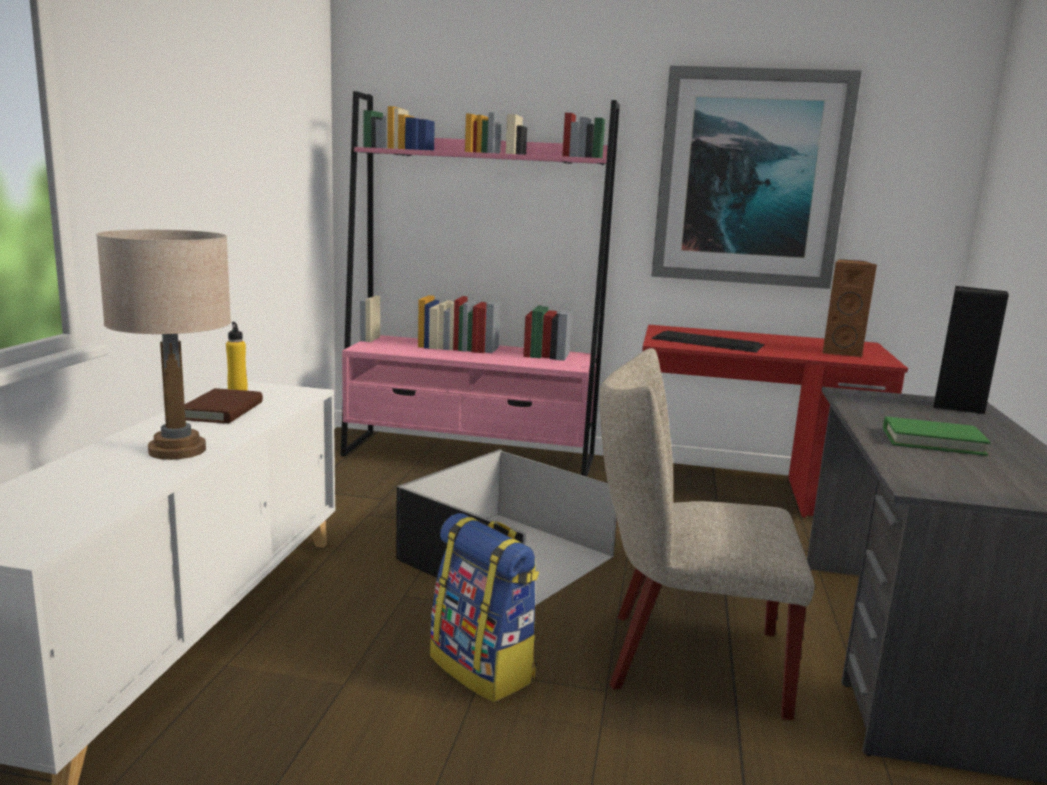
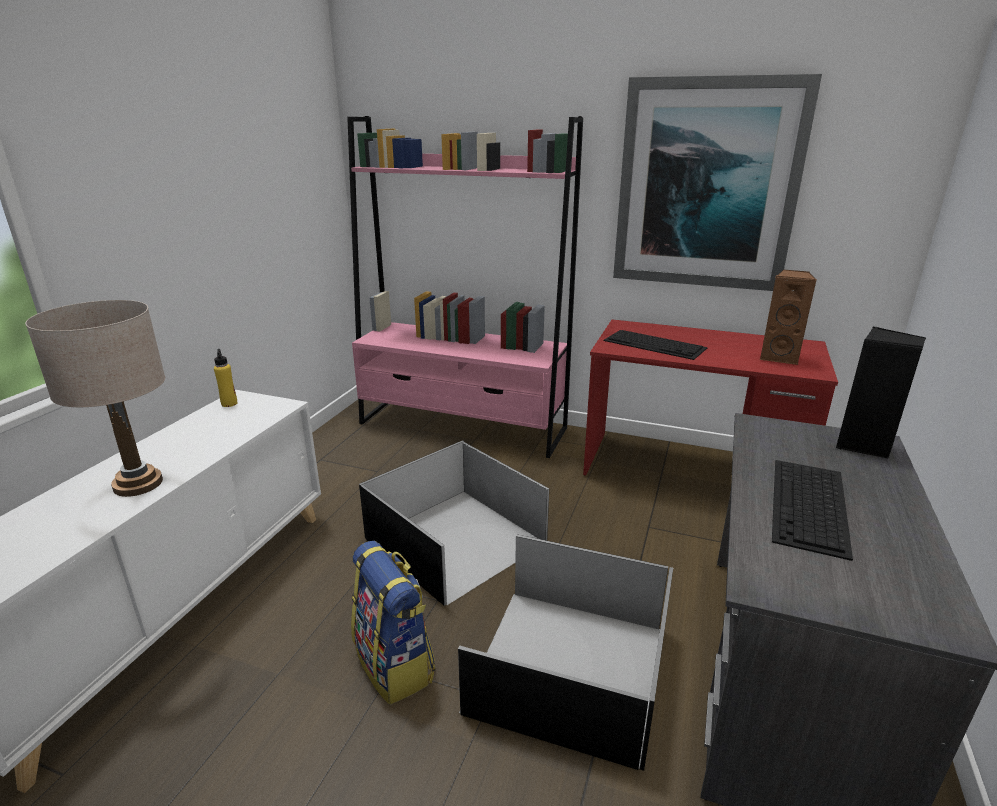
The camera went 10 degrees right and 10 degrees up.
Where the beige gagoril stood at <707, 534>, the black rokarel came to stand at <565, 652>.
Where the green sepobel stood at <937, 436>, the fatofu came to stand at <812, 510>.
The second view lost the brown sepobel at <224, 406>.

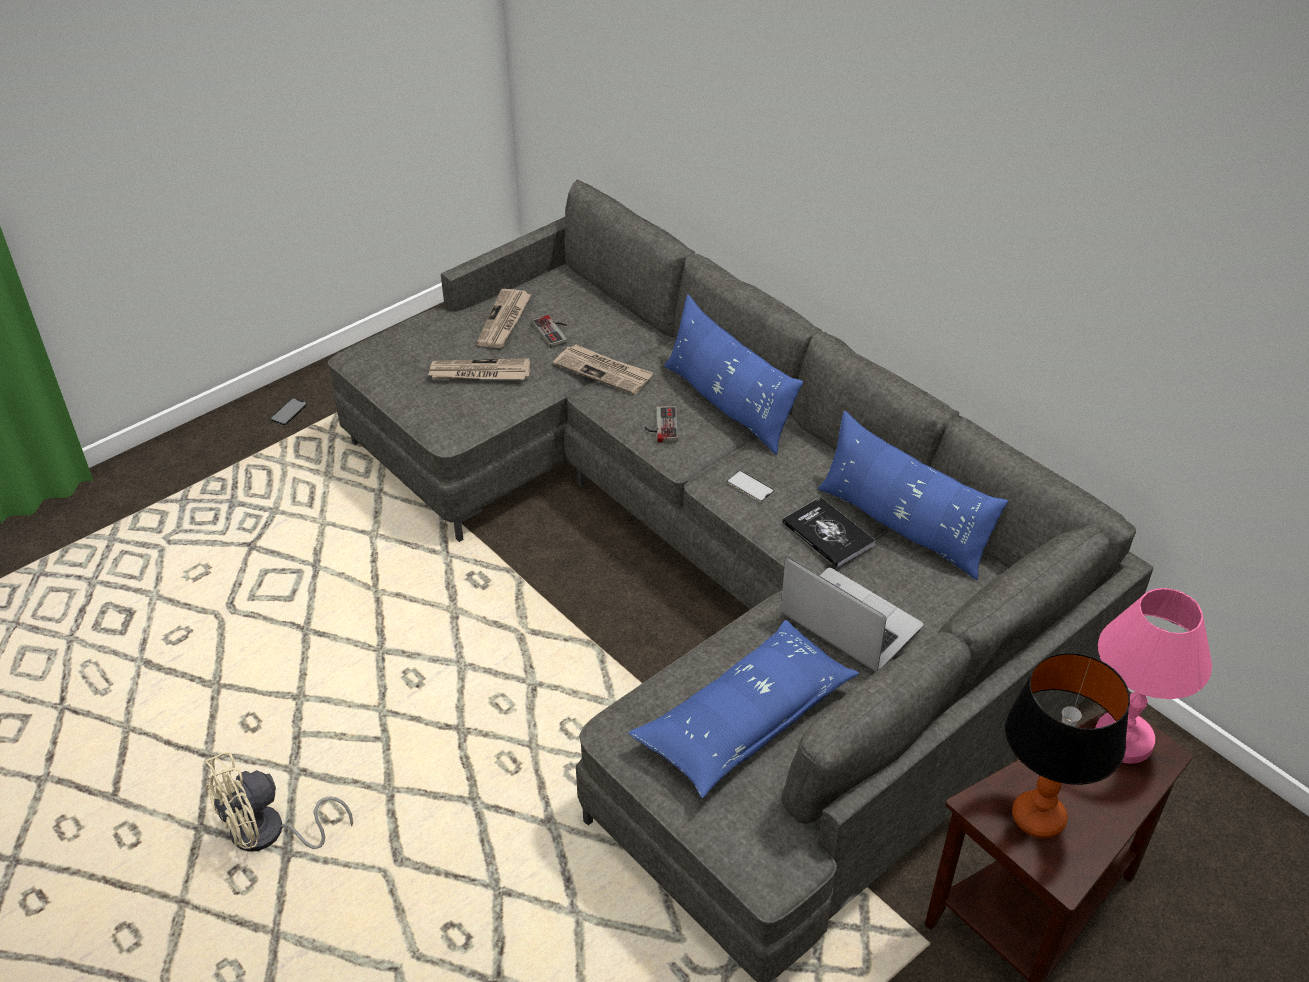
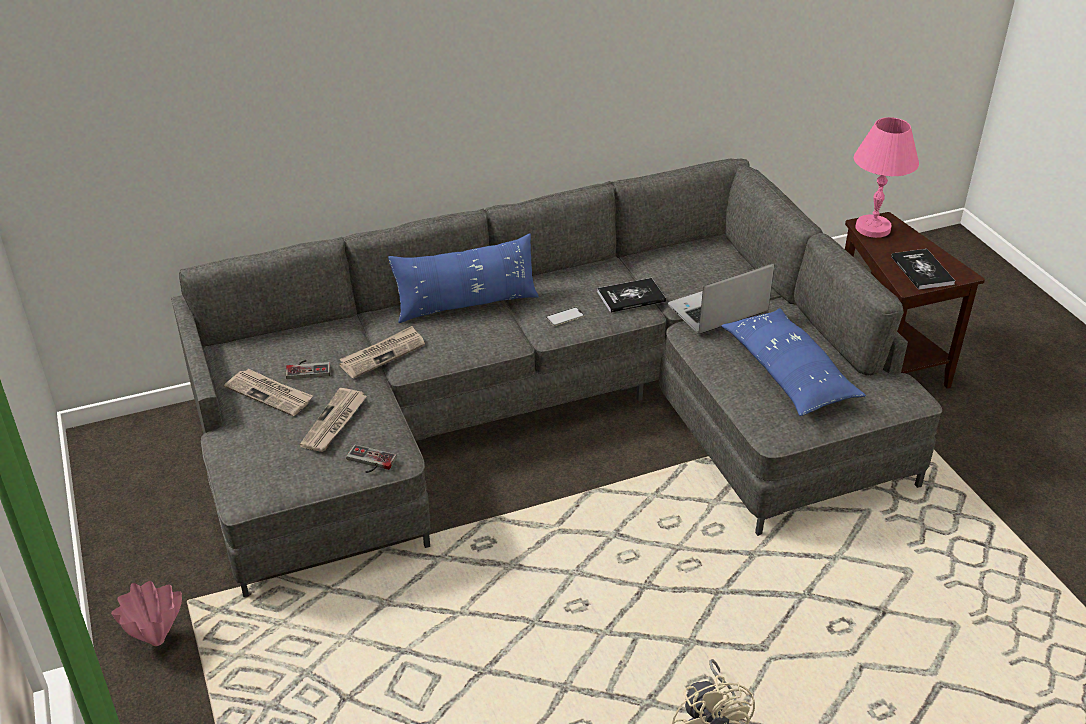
The camera went 70 degrees left and 5 degrees down.
Where the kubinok stood at <289, 411>, the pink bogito came to stand at <146, 613>.
The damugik ended up elsewhere, having gone from <661, 424> to <371, 459>.
Where the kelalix stood at <1067, 745>, the sepobel came to stand at <923, 269>.
The second view lost the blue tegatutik at <913, 495>.

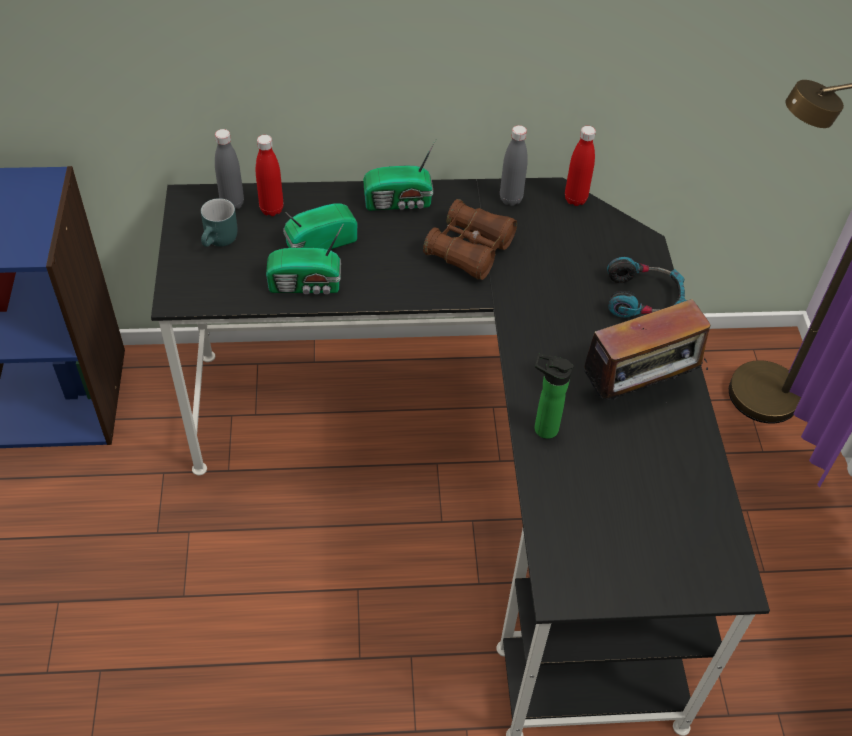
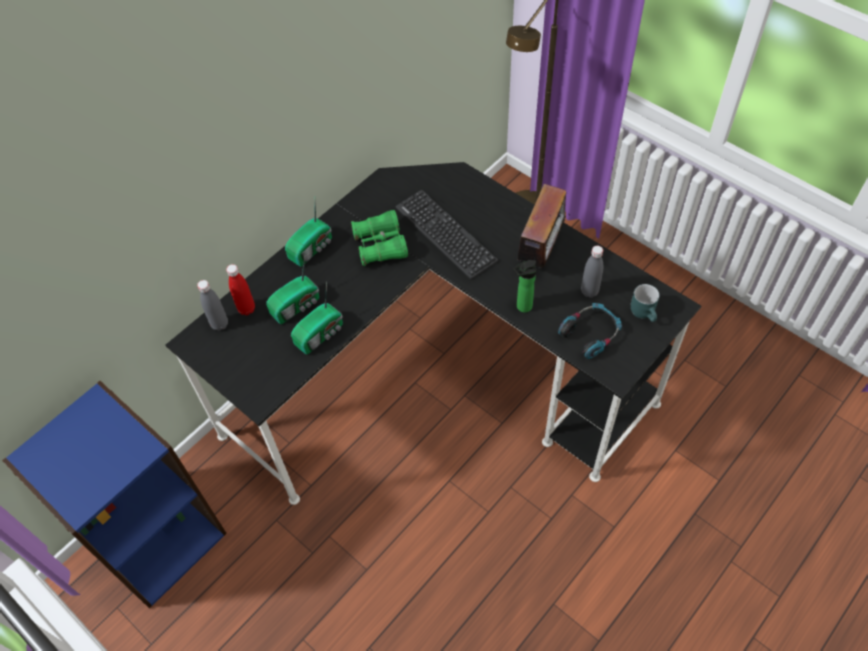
The camera went 40 degrees left and 5 degrees up.
The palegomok at <320, 226> ended up facing another way, 150 degrees counterclockwise from before.
What was the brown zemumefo at <470, 239> turned into the green zemumefo at <379, 238>.
The second view gained the fatofu at <447, 234>.
The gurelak ended up elsewhere, having gone from <647, 287> to <590, 331>.
The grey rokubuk ended up elsewhere, having gone from <514, 165> to <592, 272>.
The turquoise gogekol ended up elsewhere, having gone from <219, 222> to <645, 303>.
The second view lost the red rokubuk at <580, 166>.

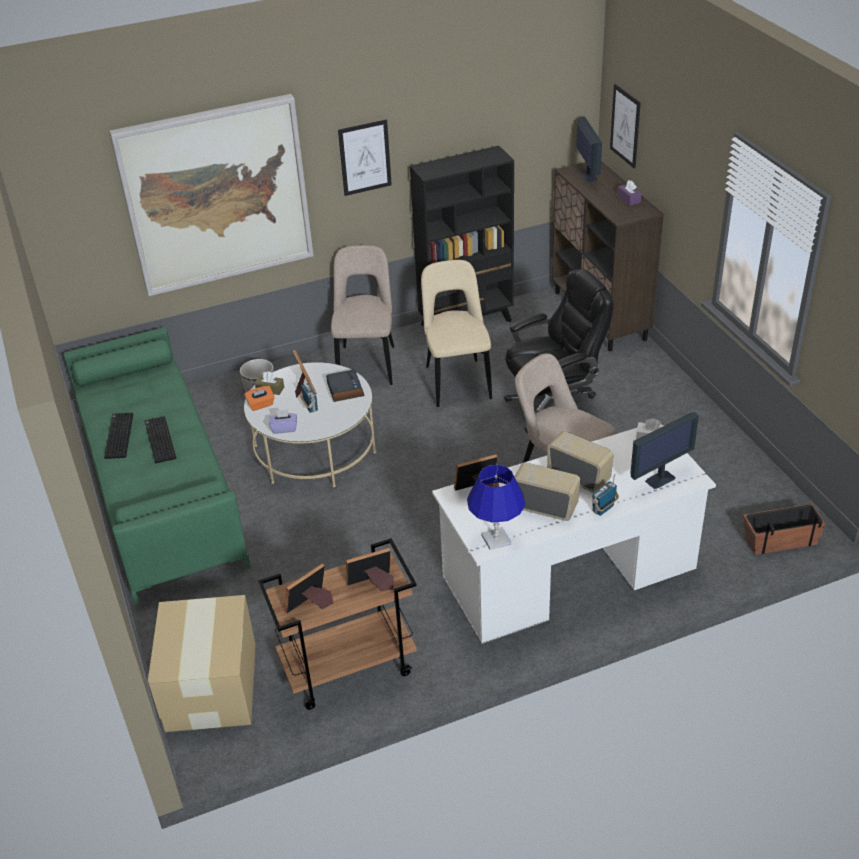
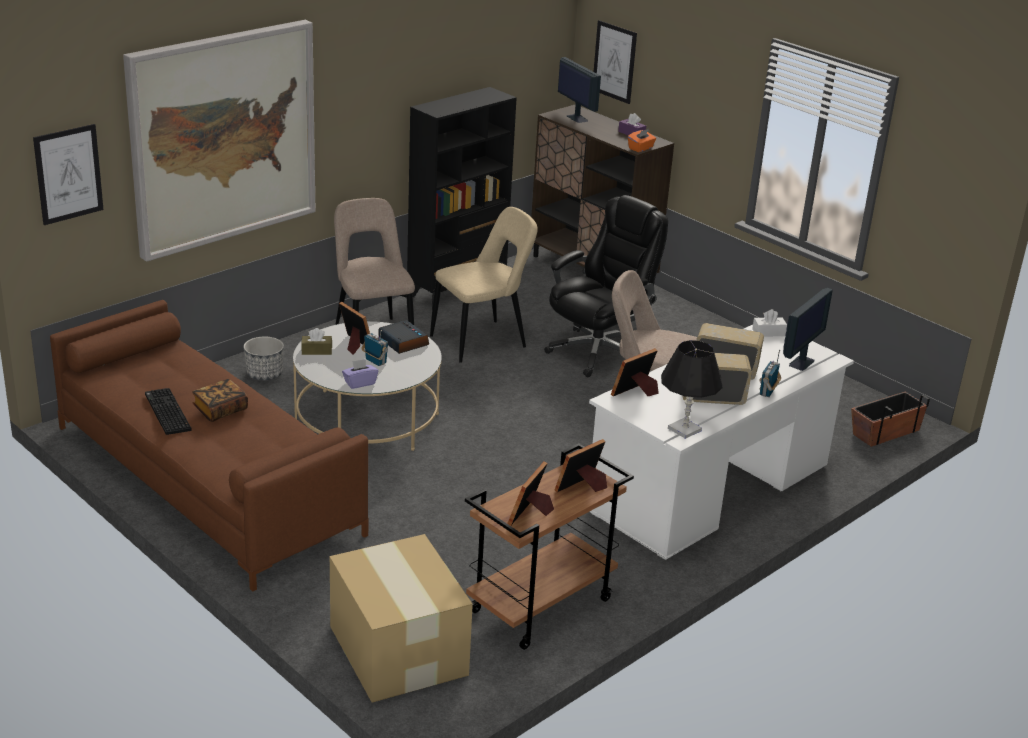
The camera went 25 degrees left and 10 degrees down.
The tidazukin ended up elsewhere, having gone from <365, 157> to <68, 174>.
What was the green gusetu at <157, 465> turned into the brown gusetu at <209, 446>.
Where the fatofu stood at <160, 439>, the sepobel came to stand at <220, 400>.
The beige gagoril at <456, 333> ended up facing another way, 90 degrees clockwise from before.
The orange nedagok ended up elsewhere, having gone from <259, 398> to <642, 140>.
What was the blue kelalix at <496, 507> turned into the black kelalix at <691, 389>.

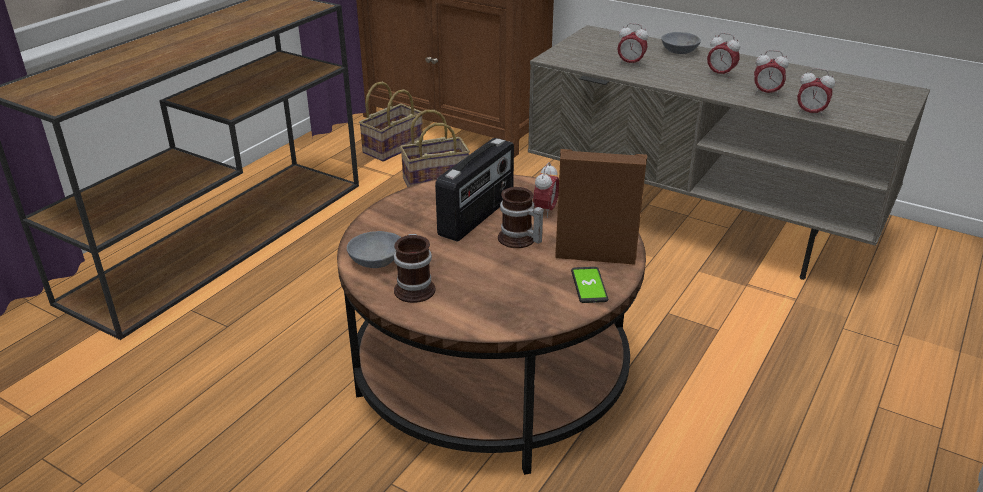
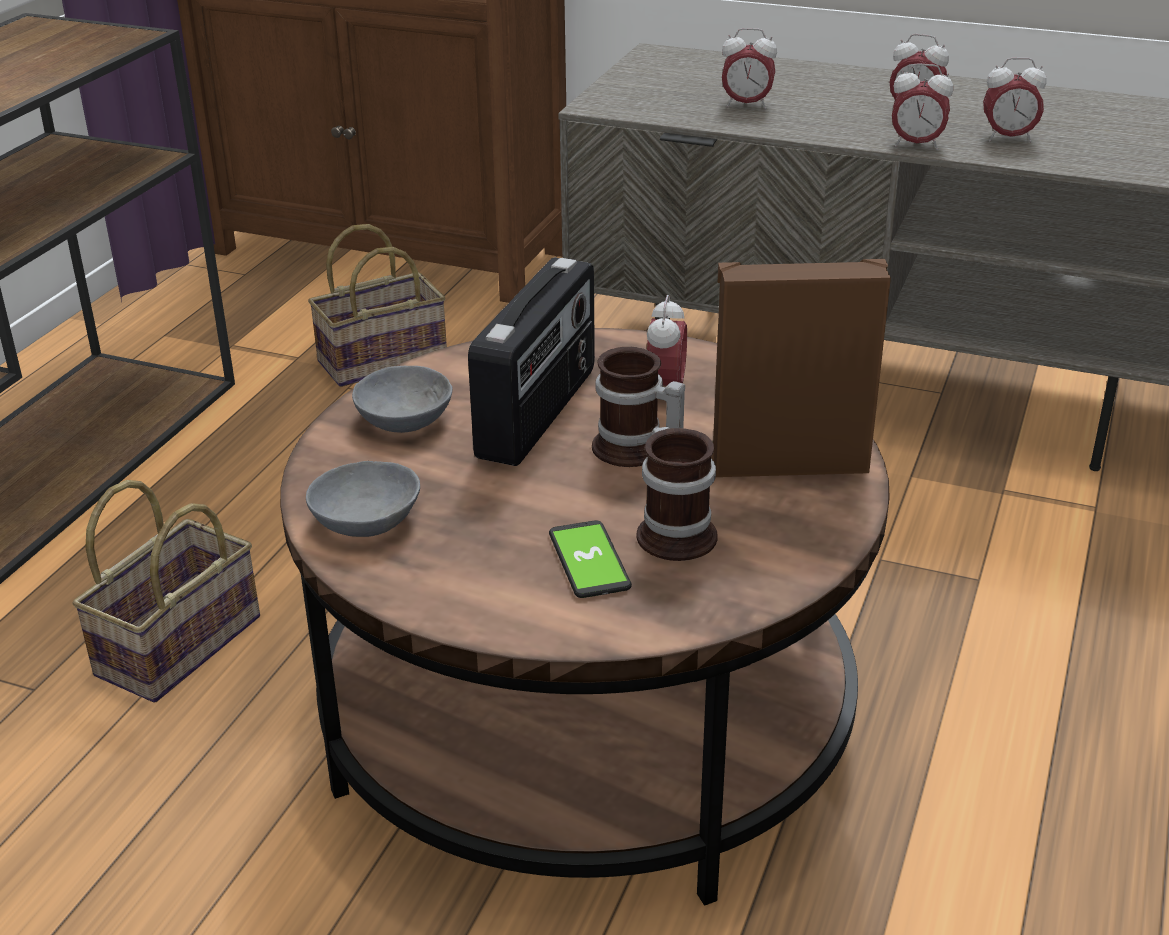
The camera went 10 degrees left and 0 degrees up.
The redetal ended up elsewhere, having gone from <391, 122> to <166, 591>.
The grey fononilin ended up elsewhere, having gone from <681, 43> to <402, 399>.
The kubinok ended up elsewhere, having gone from <589, 285> to <590, 559>.
The gogekol ended up elsewhere, having gone from <415, 268> to <677, 494>.
The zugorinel ended up elsewhere, having gone from <816, 93> to <922, 107>.

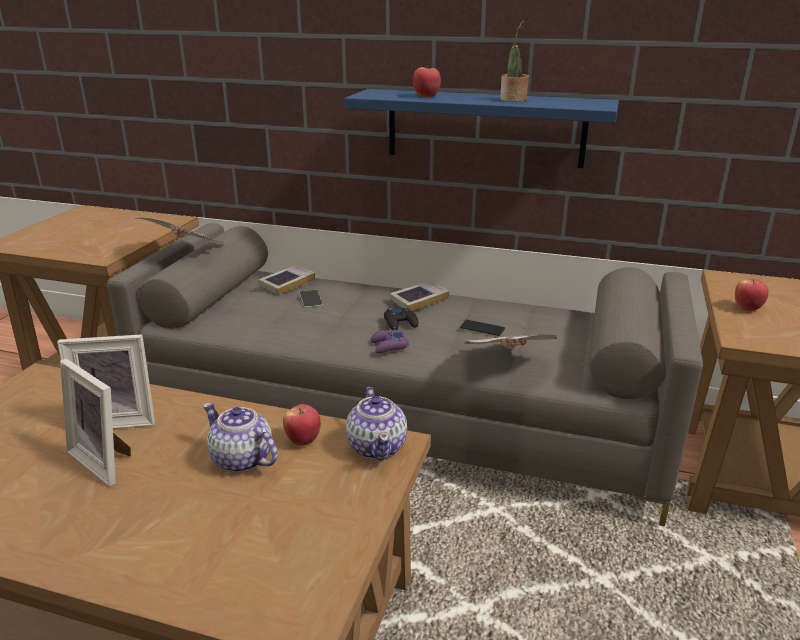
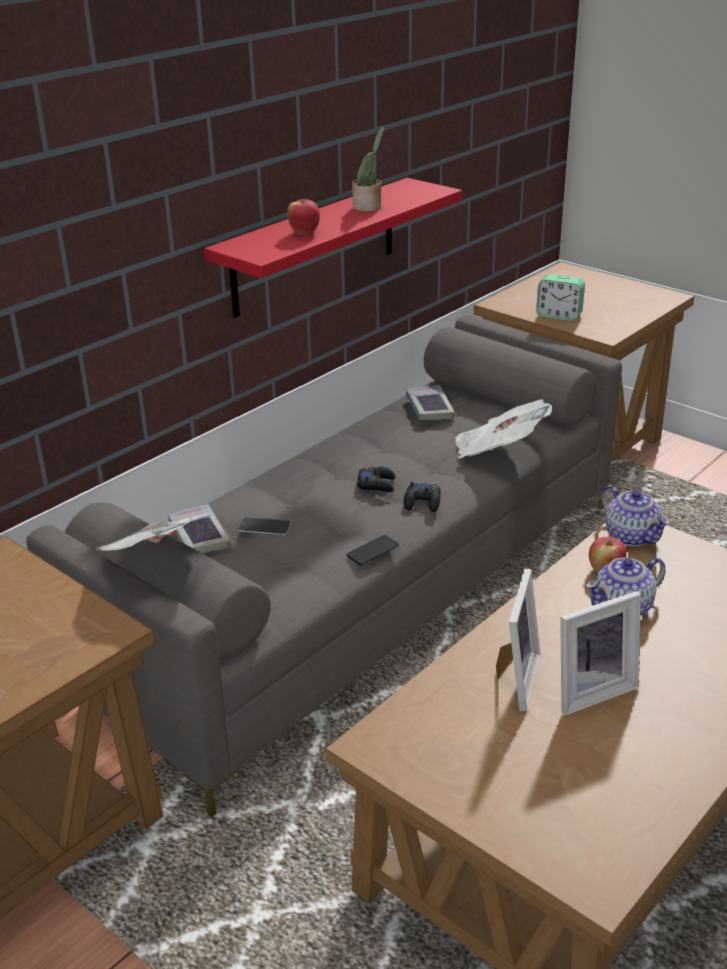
The camera went 65 degrees left and 5 degrees up.
What was the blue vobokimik at <482, 128> turned into the red vobokimik at <333, 248>.
The kubinok ended up elsewhere, having gone from <482, 328> to <373, 550>.
What was the purple damugik at <389, 340> turned into the black damugik at <422, 497>.
The sepobel ended up elsewhere, having gone from <419, 296> to <430, 402>.
Where the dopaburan stood at <751, 295>, the zugorinel came to stand at <560, 297>.
The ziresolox at <376, 423> ended up facing another way, 45 degrees clockwise from before.

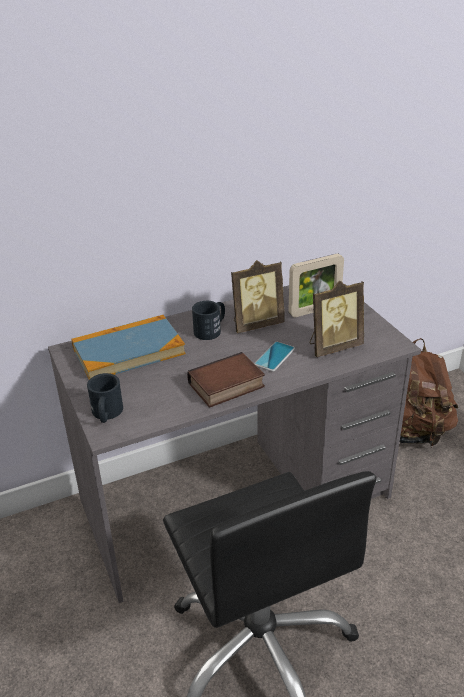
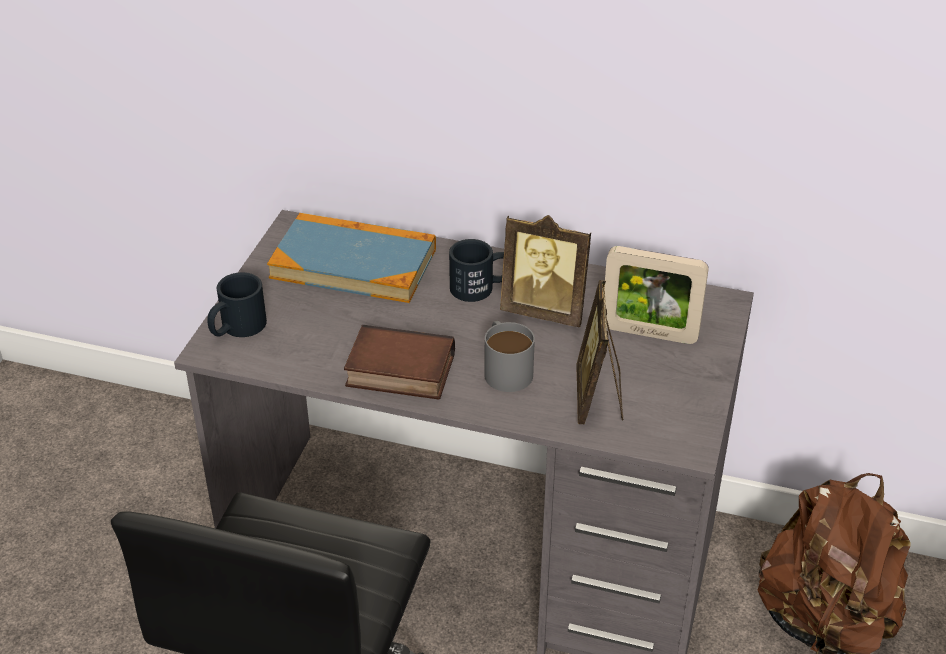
The camera went 40 degrees right and 5 degrees up.
Where the kubinok stood at <274, 357>, the grey gogekol came to stand at <509, 356>.
The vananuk at <336, 319> ended up facing another way, 75 degrees clockwise from before.

